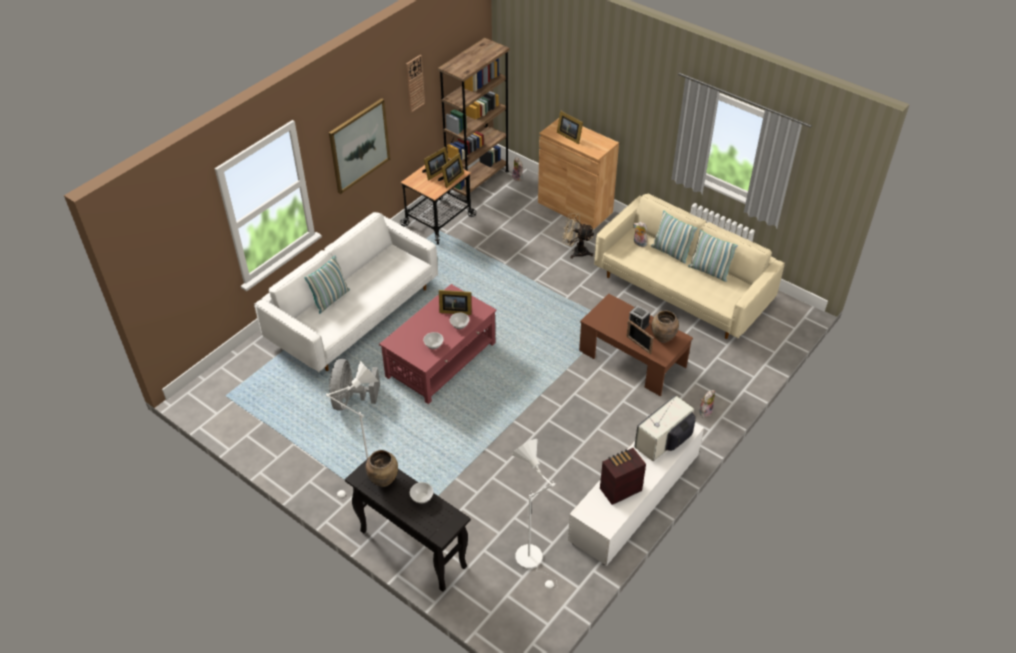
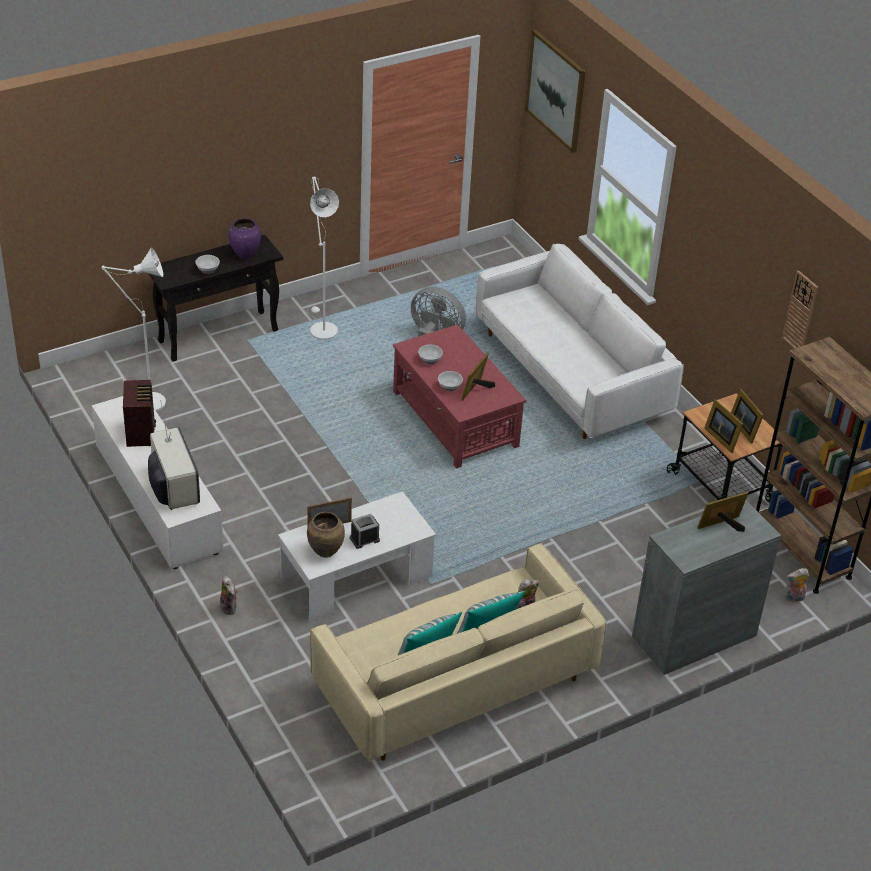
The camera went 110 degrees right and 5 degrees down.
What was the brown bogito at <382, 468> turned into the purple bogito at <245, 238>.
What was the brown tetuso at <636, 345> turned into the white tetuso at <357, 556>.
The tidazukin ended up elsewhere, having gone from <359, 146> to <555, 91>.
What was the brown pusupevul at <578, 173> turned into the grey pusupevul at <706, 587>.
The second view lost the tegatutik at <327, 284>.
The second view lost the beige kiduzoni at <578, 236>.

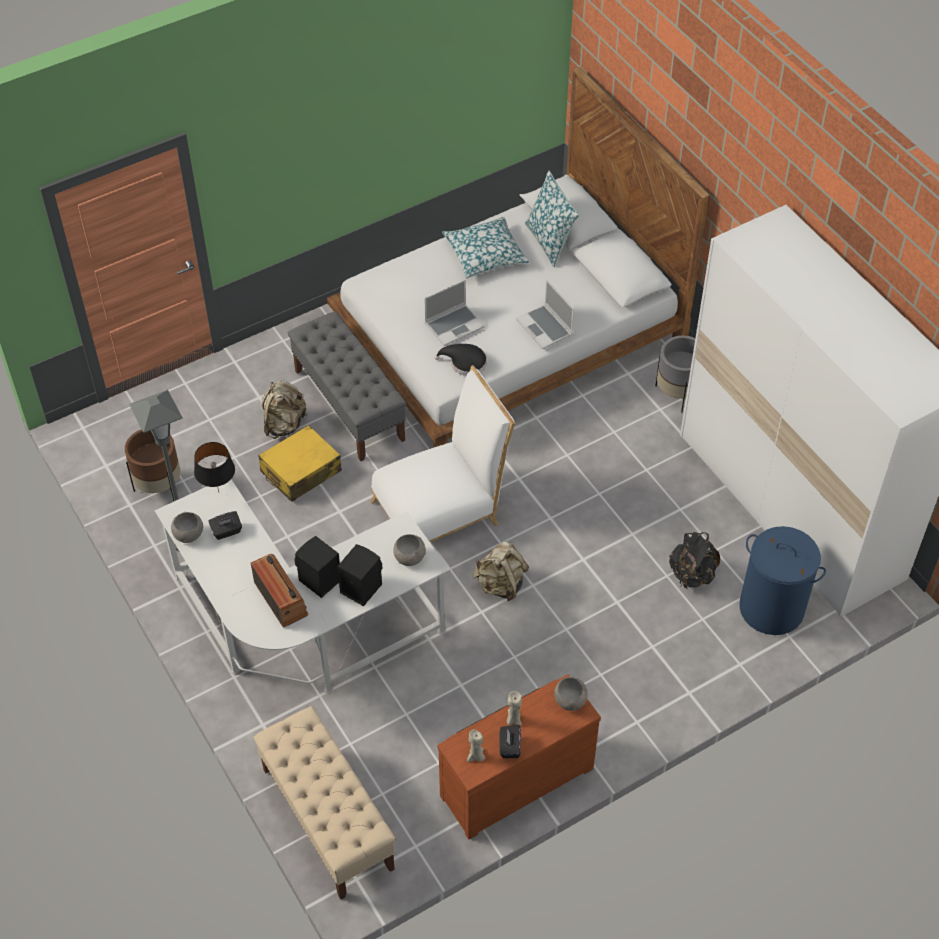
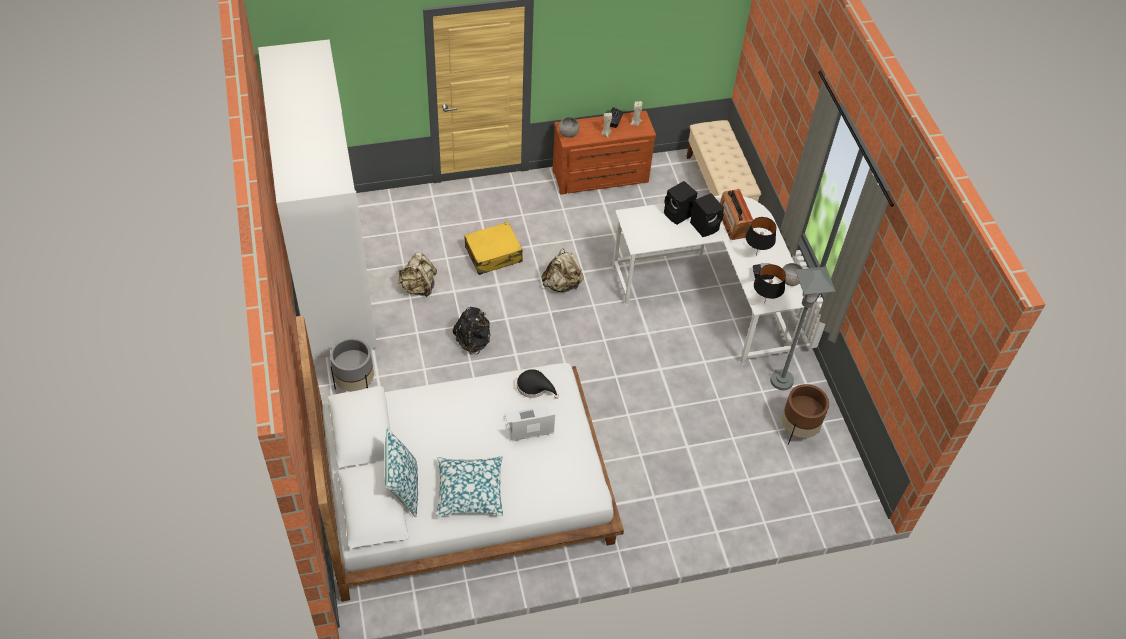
The camera went 165 degrees left and 0 degrees up.
The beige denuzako ended up elsewhere, having gone from <284, 409> to <417, 275>.
The black denuzako ended up elsewhere, having gone from <694, 560> to <471, 331>.
The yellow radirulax ended up elsewhere, having gone from <300, 463> to <493, 248>.
The second view gained the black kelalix at <760, 236>.
The second view lost the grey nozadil at <347, 386>.
The second view lost the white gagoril at <442, 454>.
The second view lost the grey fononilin at <409, 550>.
The second view lost the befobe at <545, 314>.
The second view lost the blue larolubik at <782, 580>.

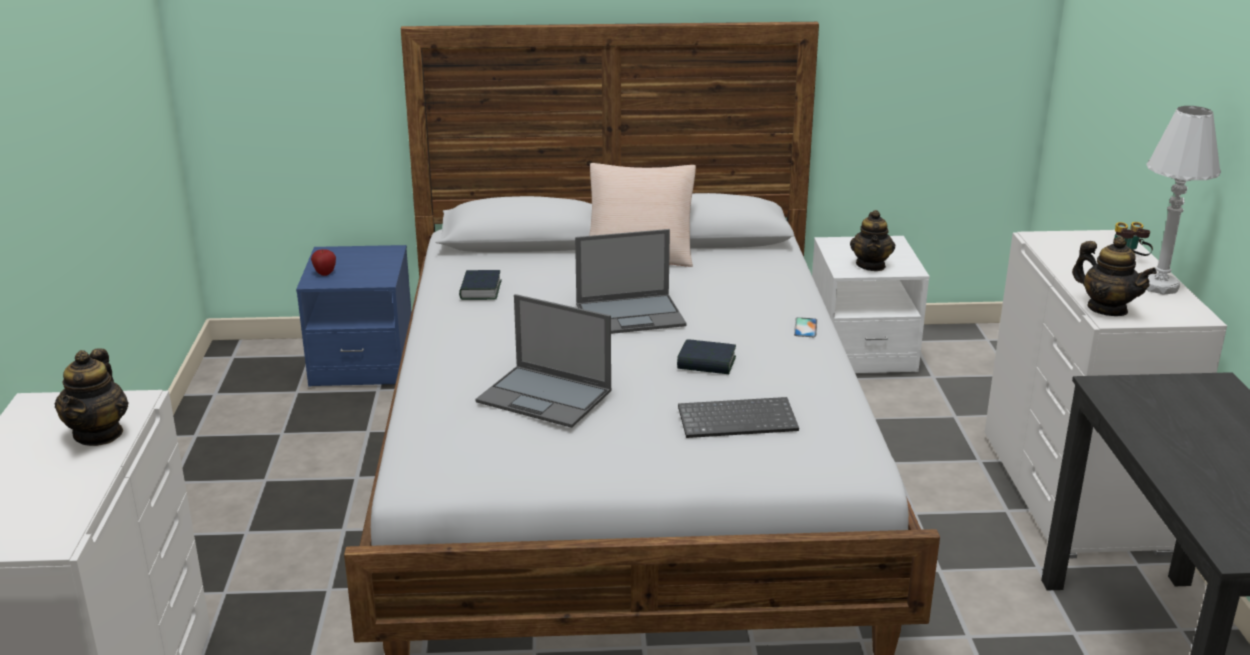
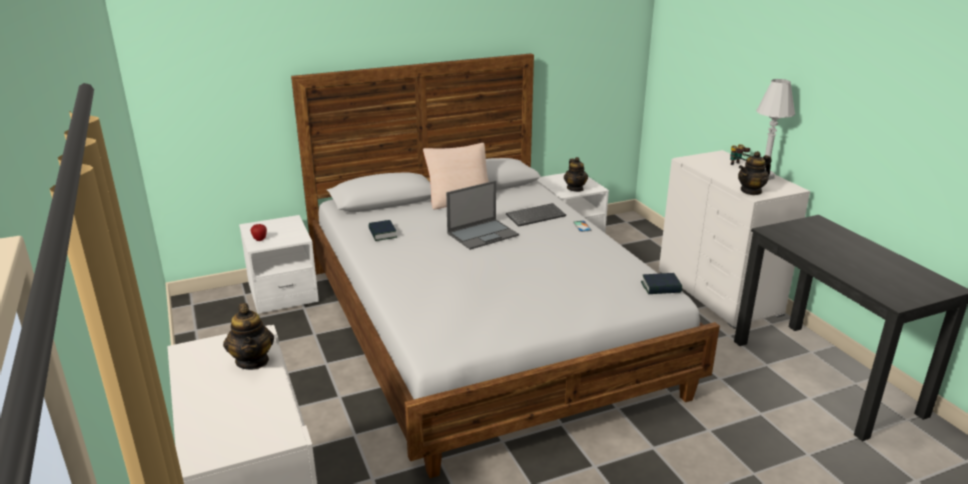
The camera went 20 degrees left and 0 degrees up.
What was the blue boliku at <353, 316> turned into the white boliku at <279, 264>.
The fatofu ended up elsewhere, having gone from <738, 417> to <536, 215>.
The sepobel ended up elsewhere, having gone from <706, 356> to <661, 283>.
The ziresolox at <1114, 276> ended up facing another way, 120 degrees clockwise from before.
The second view lost the befobe at <543, 361>.

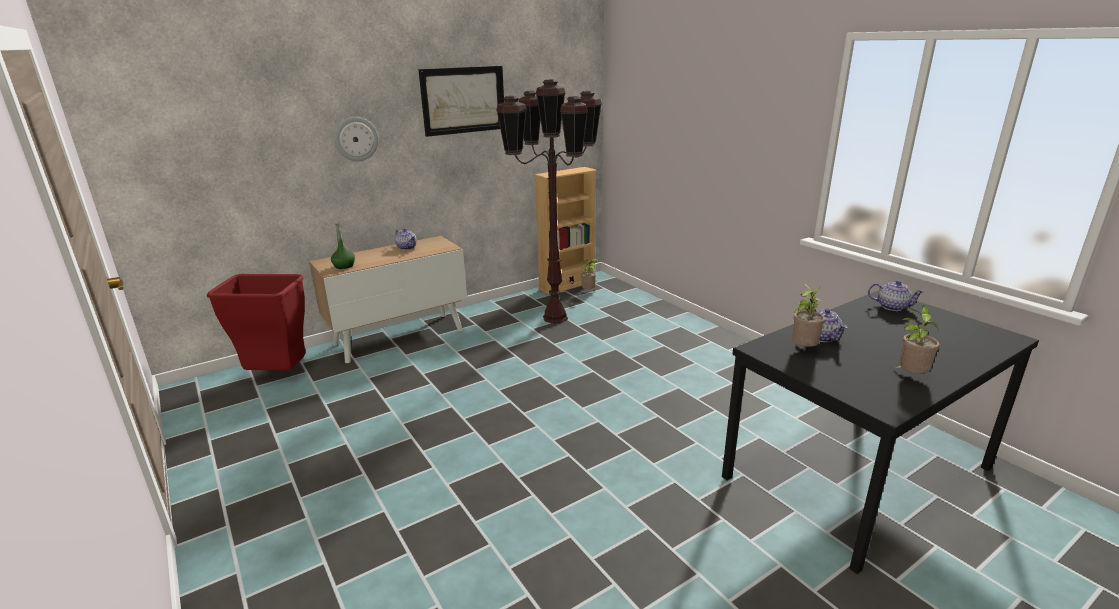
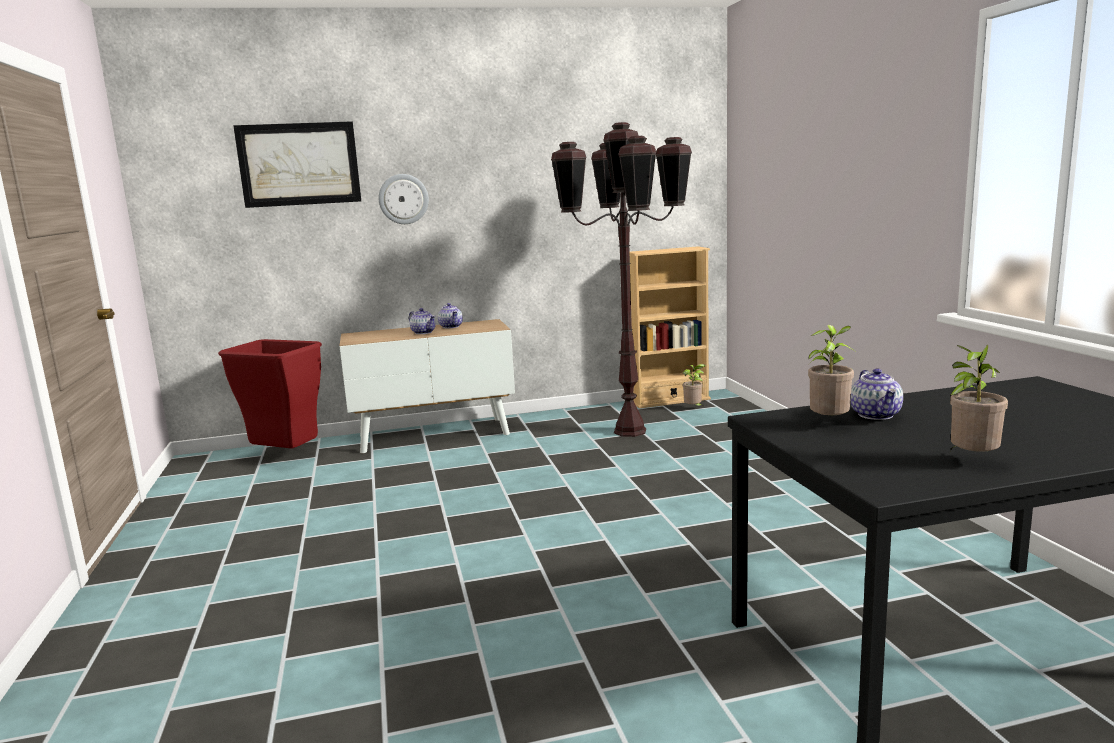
The camera went 20 degrees right and 10 degrees down.
The tidazukin ended up elsewhere, having gone from <461, 101> to <297, 164>.
The ziresolox ended up elsewhere, having gone from <896, 295> to <422, 321>.
The second view lost the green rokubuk at <343, 246>.

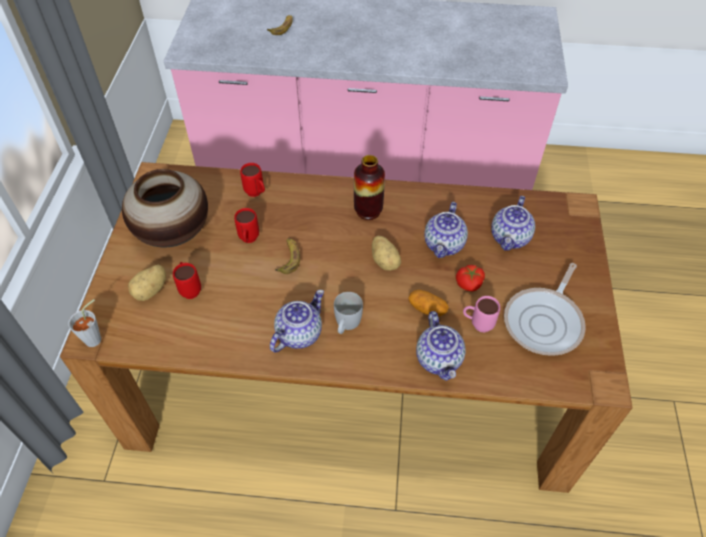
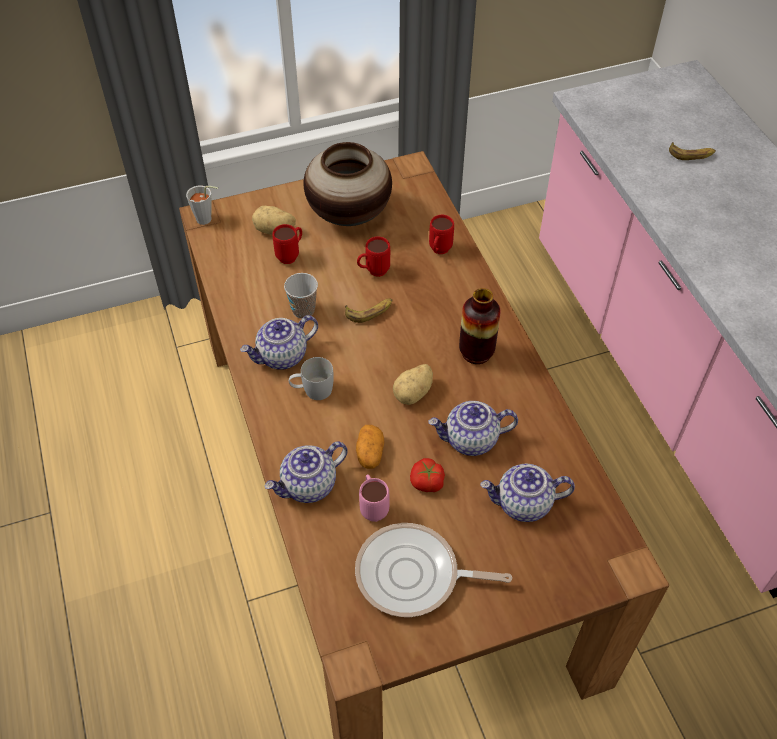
The camera went 65 degrees right and 0 degrees up.
The ziresolox at <297, 321> ended up facing another way, 135 degrees clockwise from before.
The second view gained the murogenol at <301, 296>.

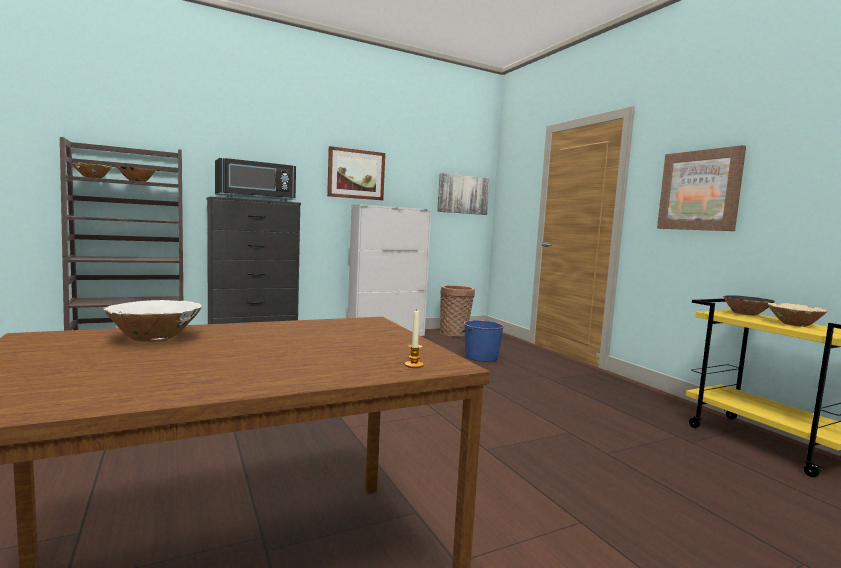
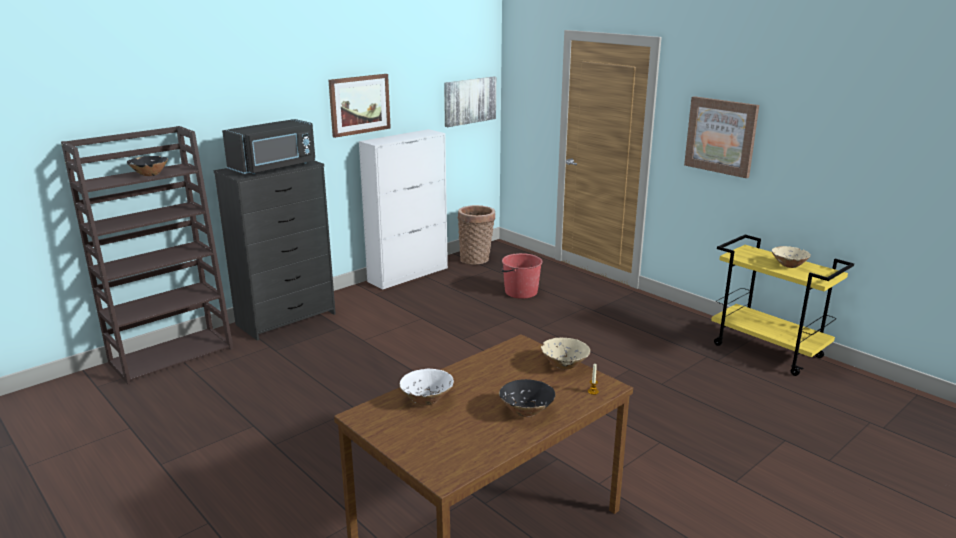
The camera went 15 degrees left and 15 degrees up.
The black fononilin ended up elsewhere, having gone from <749, 305> to <527, 398>.
What was the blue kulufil at <483, 341> turned into the red kulufil at <522, 276>.
The beige fononilin ended up elsewhere, having gone from <91, 170> to <565, 354>.

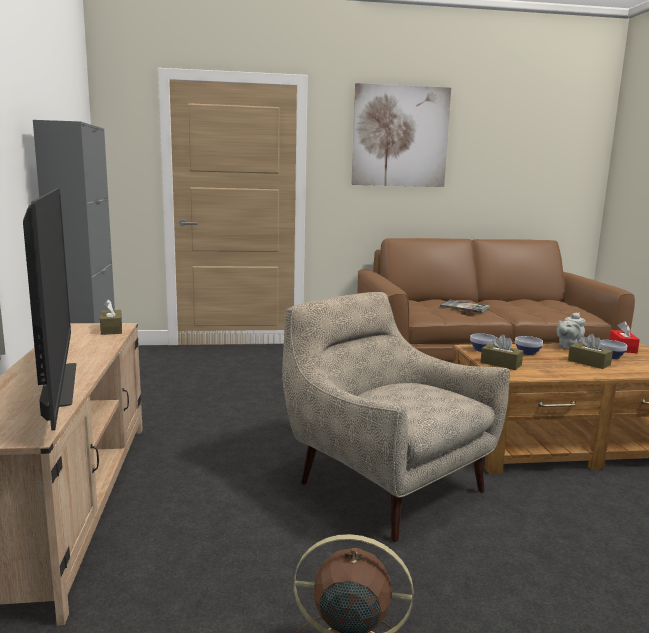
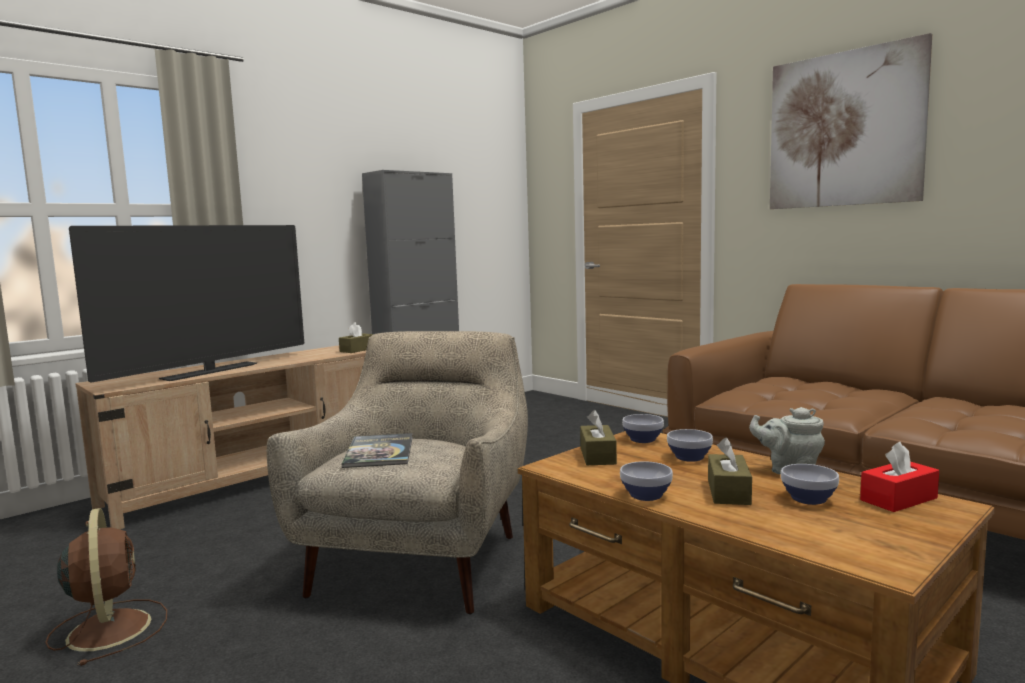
The camera went 55 degrees right and 5 degrees down.
The sepobel ended up elsewhere, having gone from <465, 306> to <377, 450>.
The second view gained the fononilin at <646, 481>.

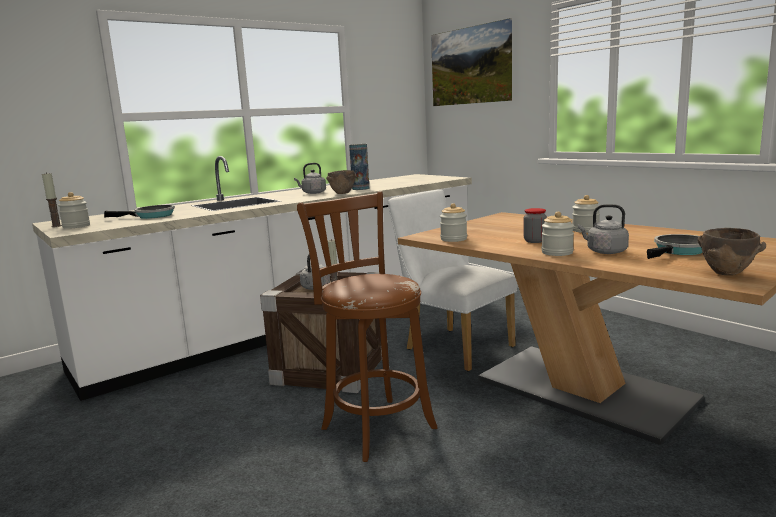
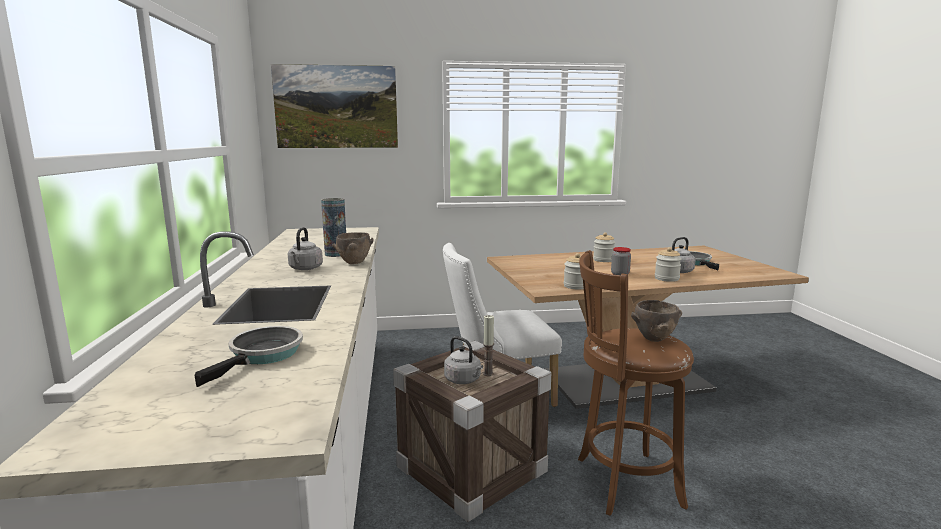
The camera went 60 degrees left and 0 degrees up.
The brown fononilin ended up elsewhere, having gone from <732, 251> to <656, 321>.
The second view lost the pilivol at <52, 199>.
The second view lost the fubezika at <74, 210>.

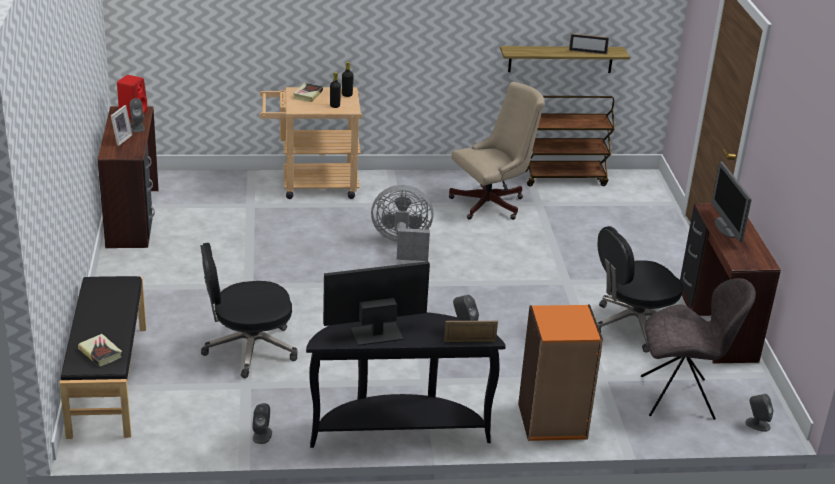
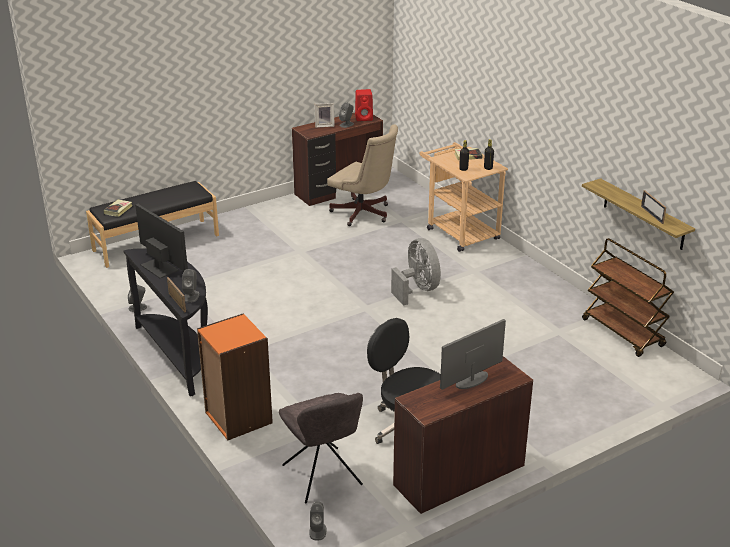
The camera went 65 degrees right and 0 degrees up.
The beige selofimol ended up elsewhere, having gone from <497, 151> to <362, 175>.
The second view lost the black selofimol at <249, 310>.

